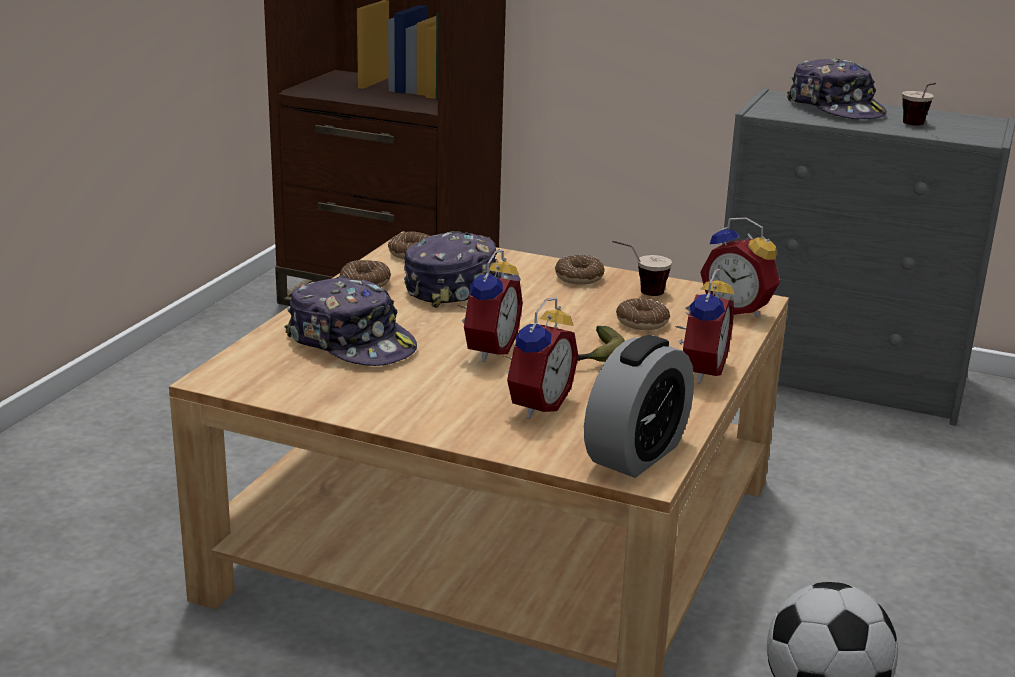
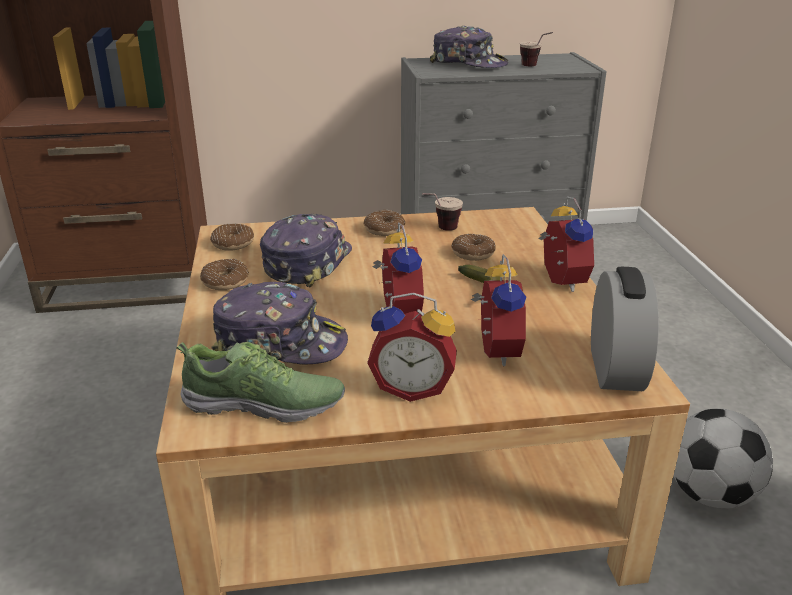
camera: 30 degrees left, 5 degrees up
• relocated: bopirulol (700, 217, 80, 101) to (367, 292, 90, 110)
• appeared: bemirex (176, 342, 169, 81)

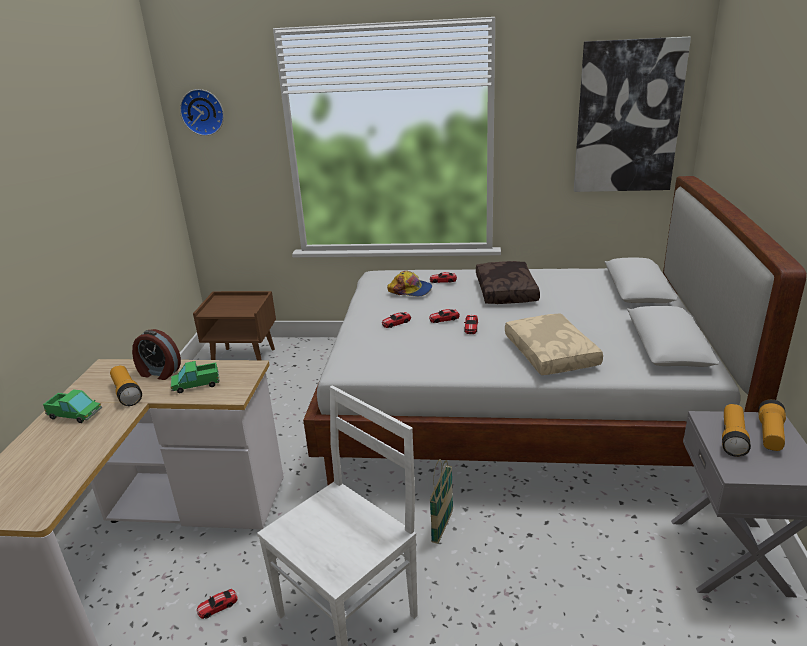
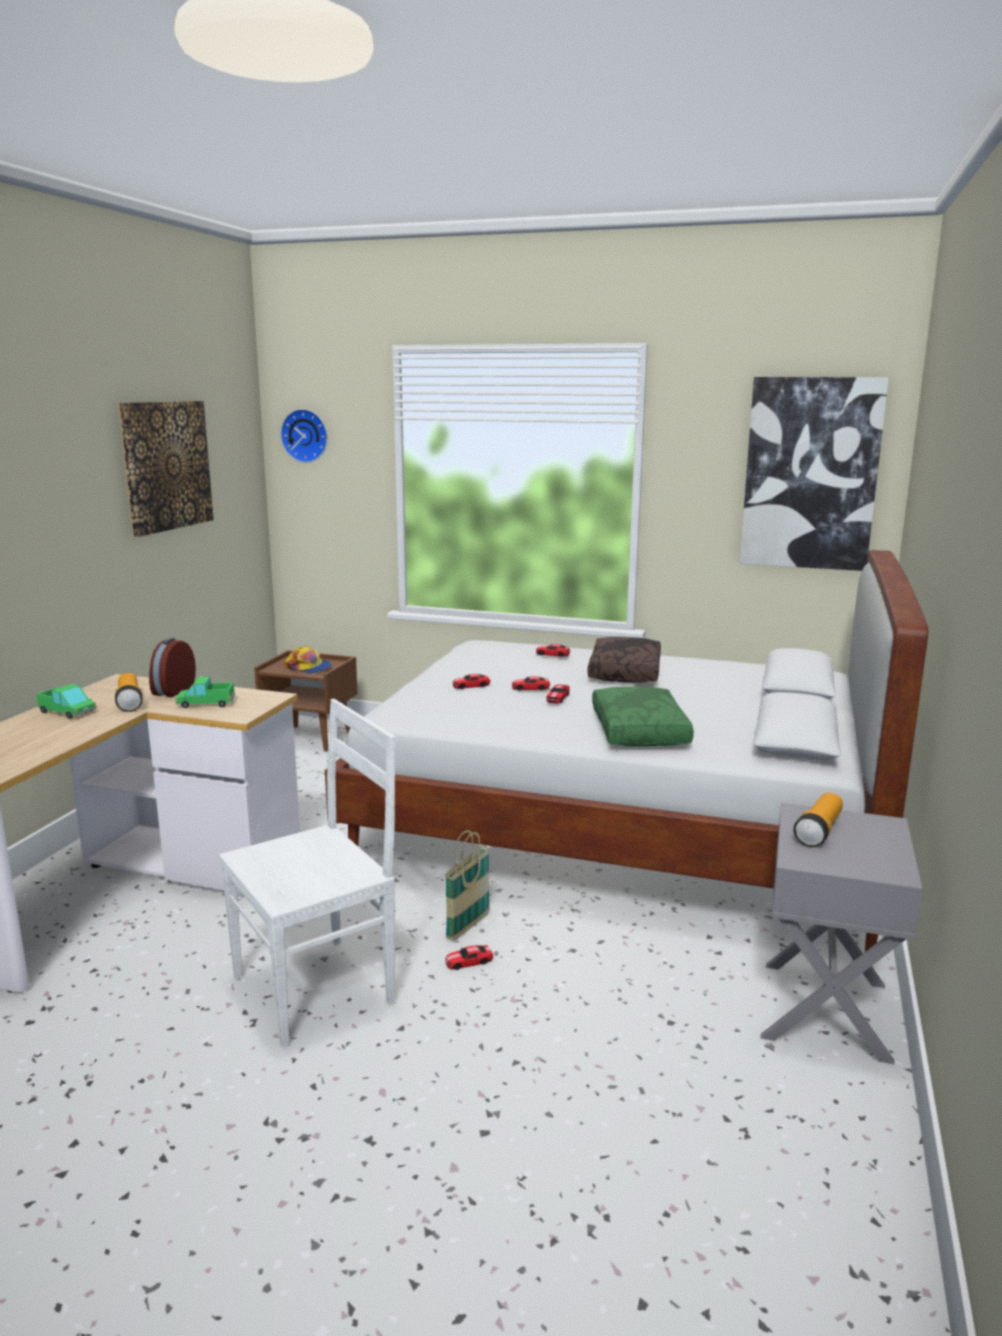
camera: 10 degrees right, 10 degrees down
• spun: bopirulol (132, 329, 49, 51) = (149, 638, 47, 59) 75 degrees clockwise
• relocated: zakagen (197, 589, 41, 30) to (445, 945, 48, 25)
• relocated: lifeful (387, 271, 45, 26) to (284, 646, 48, 28)
• colour: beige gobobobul (505, 314, 98, 61) to green gobobobul (592, 687, 102, 59)
• missing: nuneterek (758, 399, 28, 52)
• appeared: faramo (118, 401, 96, 136)

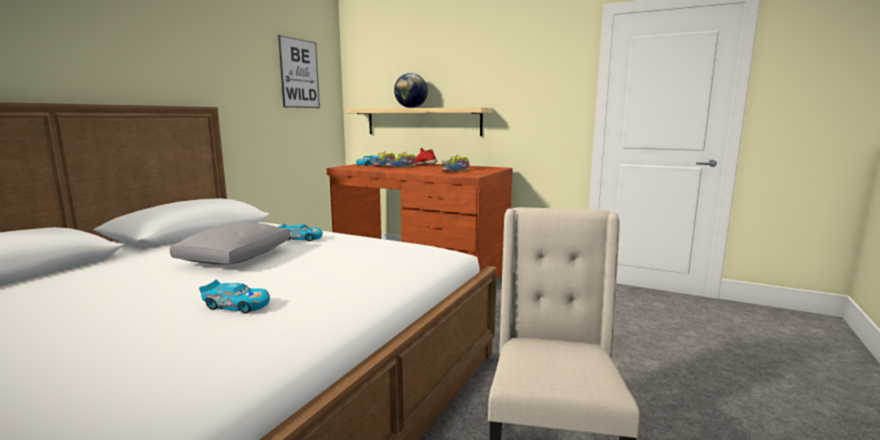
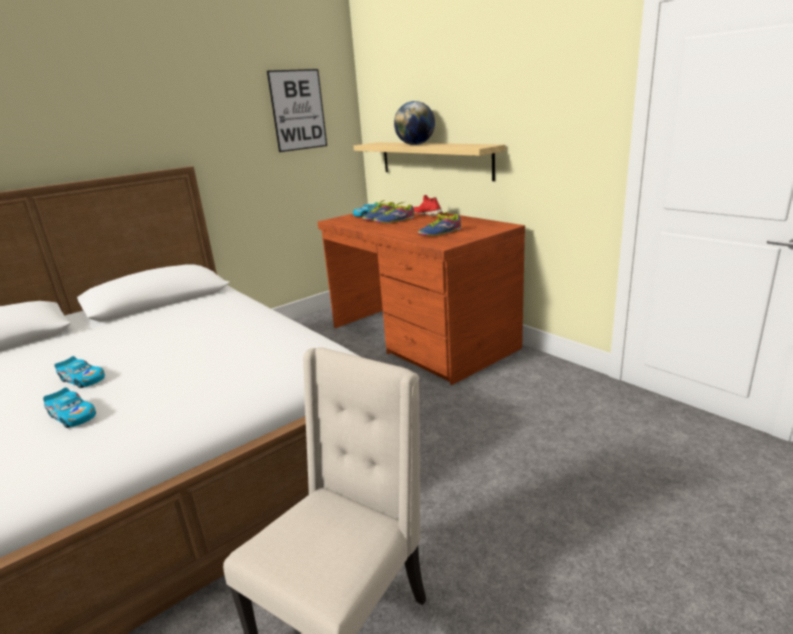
camera: 25 degrees right, 10 degrees up
• missing: grey gobobobul (170, 223, 120, 42)
• relocated: zakagen (278, 223, 45, 19) to (55, 356, 50, 32)

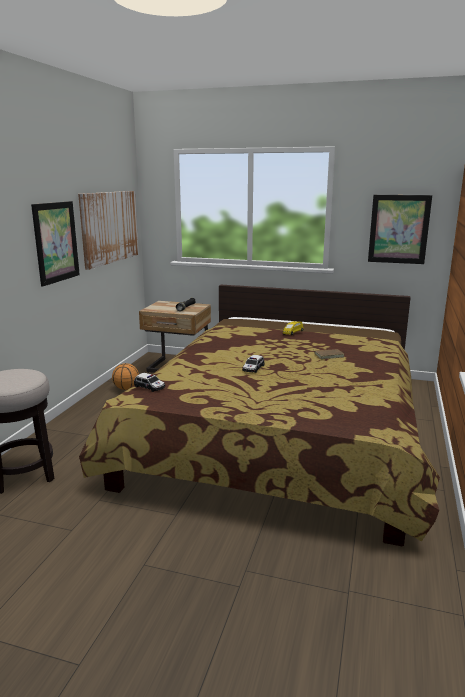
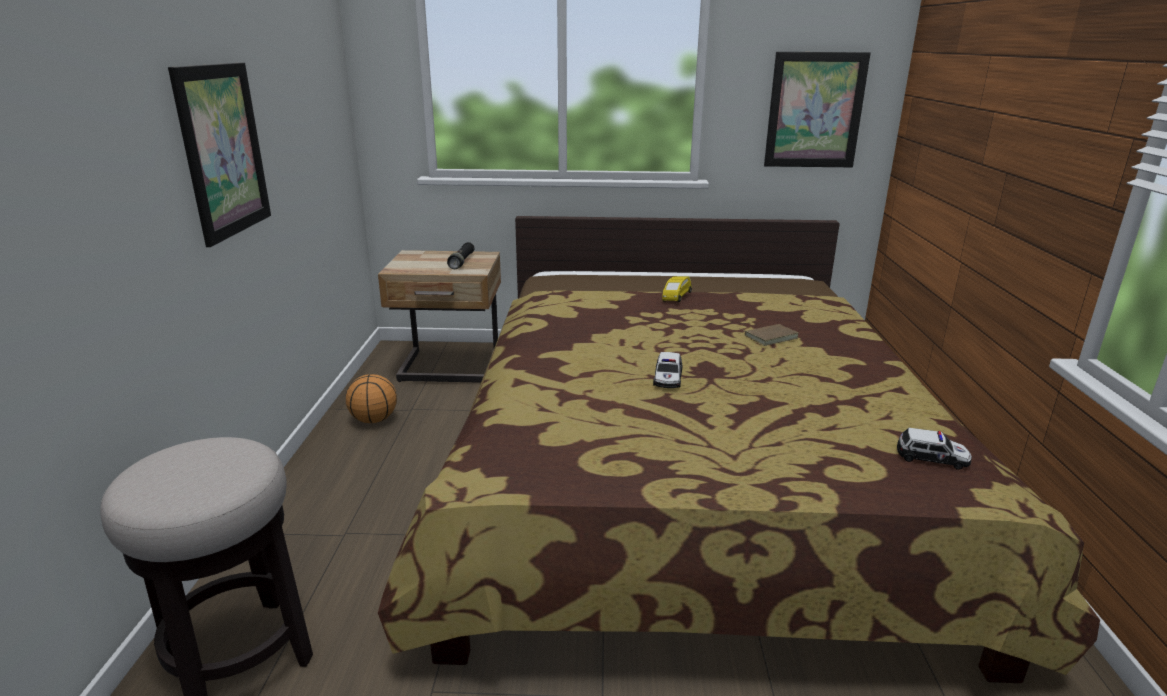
camera: 15 degrees left, 5 degrees up
• missing: faramo (78, 191, 61, 79)
• relocated: zakagen (134, 373, 31, 19) to (897, 428, 75, 42)

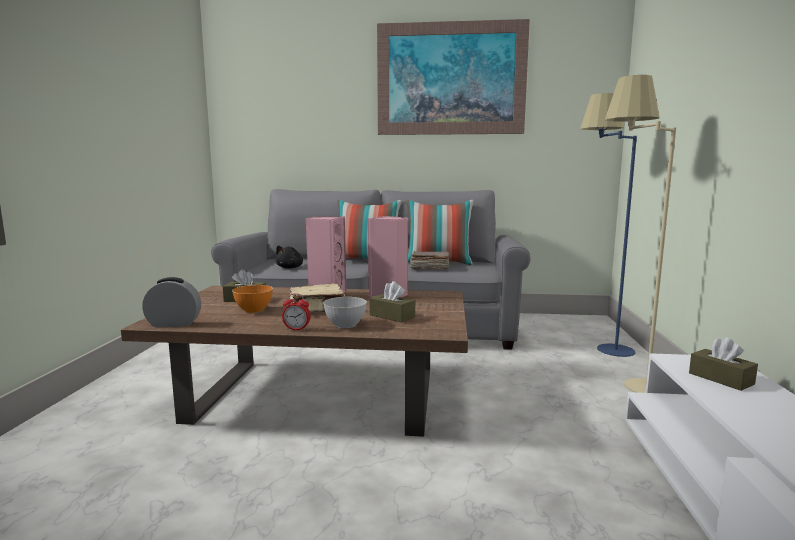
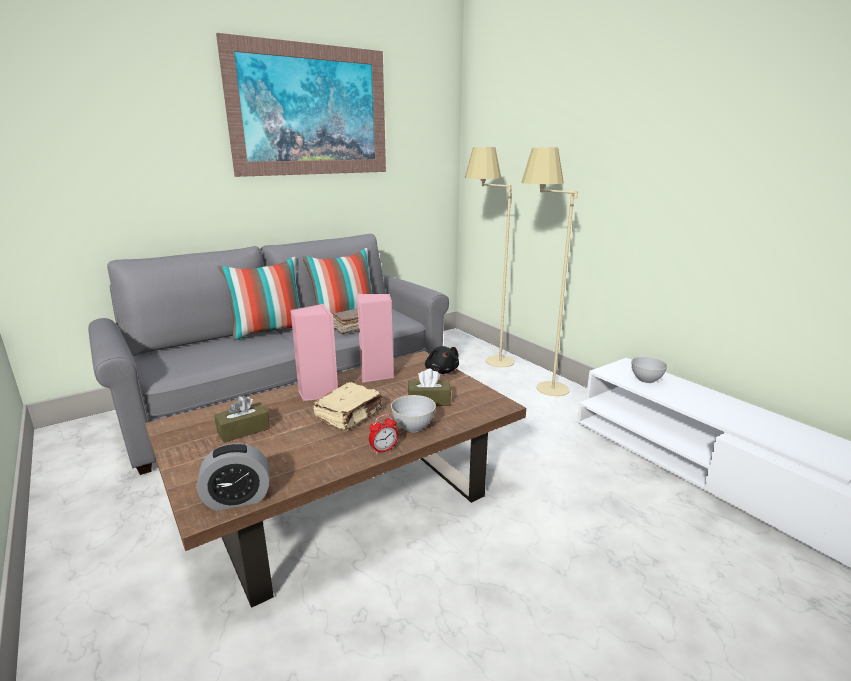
camera: 40 degrees left, 10 degrees up
• spun: bopirulol (142, 277, 59, 50) = (197, 443, 72, 68) 150 degrees counterclockwise
• missing: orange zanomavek (232, 285, 41, 28)
• relocated: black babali (276, 245, 27, 23) to (425, 346, 34, 28)
• colour: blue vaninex (580, 93, 57, 264) to beige vaninex (465, 147, 50, 220)
• exchanged: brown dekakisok (689, 338, 69, 53) to grey zanomavek (632, 357, 36, 26)

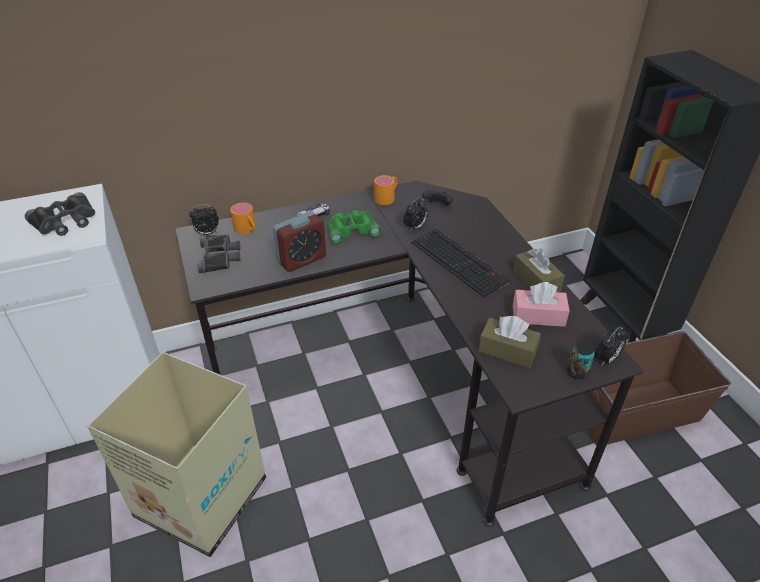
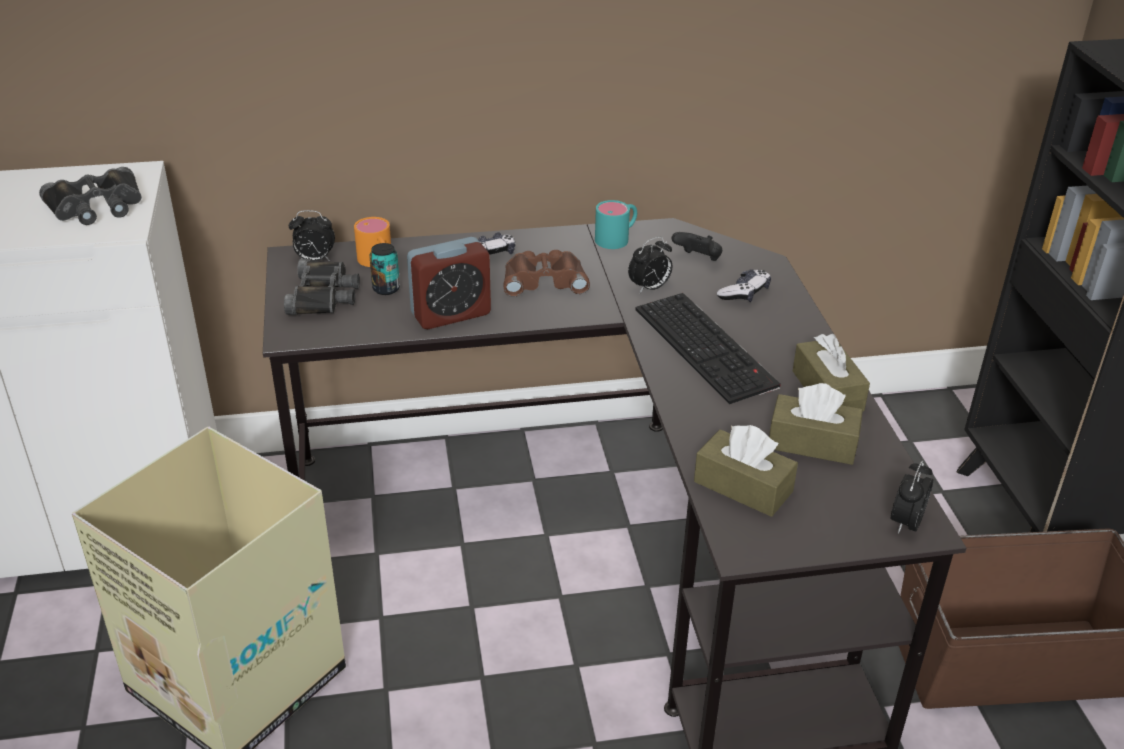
camera: 10 degrees right, 5 degrees down
• colour: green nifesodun (327, 210, 54, 33) to brown nifesodun (503, 250, 87, 47)
• colour: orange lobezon (374, 175, 23, 30) to turquoise lobezon (595, 200, 42, 49)
• colour: pink dekakisok (513, 282, 57, 45) to brown dekakisok (769, 383, 94, 82)
• relocated: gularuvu (567, 342, 28, 37) to (369, 243, 31, 52)
• spun: bopirulol (594, 326, 33, 40) = (891, 460, 42, 74) 150 degrees clockwise
• appeared: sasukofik (717, 270, 54, 32)

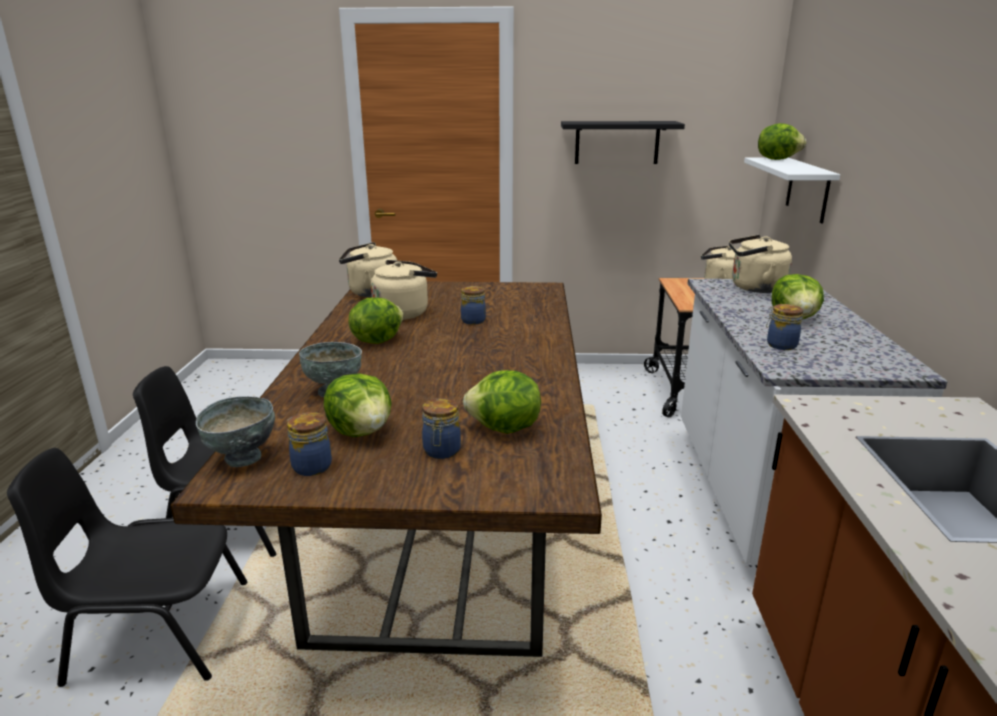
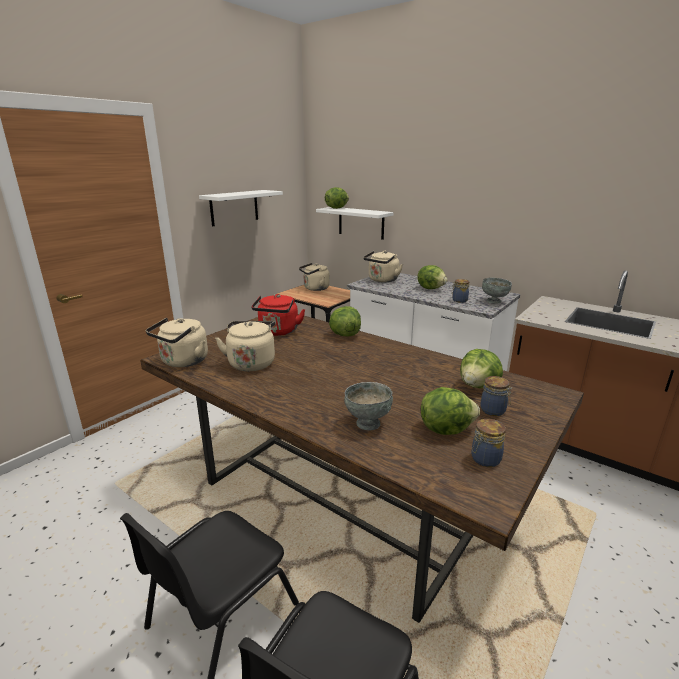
camera: 55 degrees left, 0 degrees up
• relocated: grey zanomavek (196, 396, 79, 71) to (482, 278, 30, 26)
• relocated: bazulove (349, 297, 55, 47) to (329, 306, 32, 31)
• missing: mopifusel (461, 286, 25, 39)
• colour: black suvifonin (561, 121, 124, 43) to white suvifonin (199, 190, 84, 36)
• appeared: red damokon (251, 294, 54, 42)

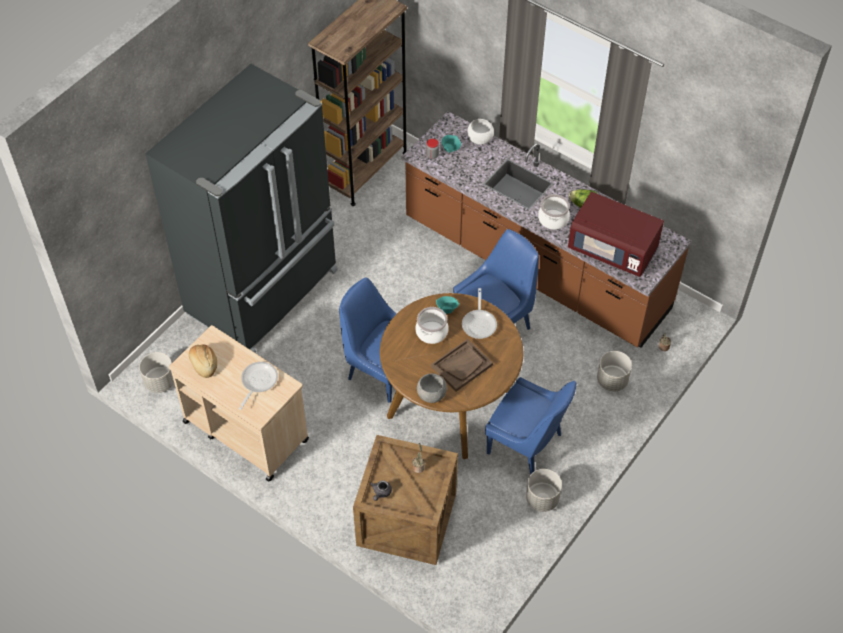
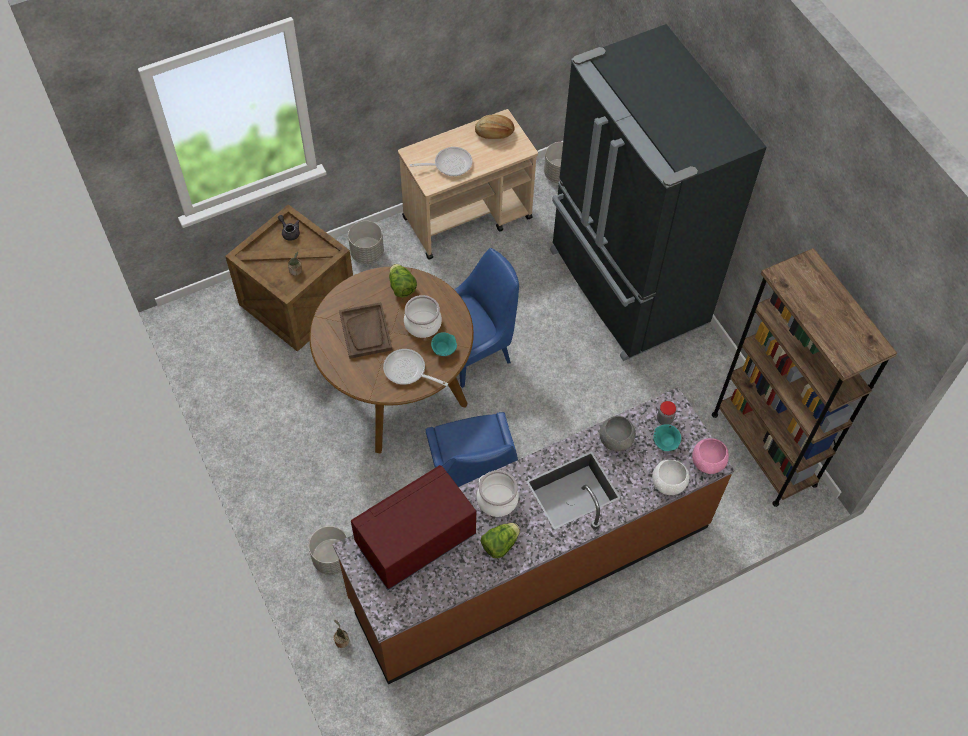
camera: 115 degrees right, 5 degrees up
• spun: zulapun (239, 362, 39, 48) = (409, 147, 64, 29) 60 degrees counterclockwise
• relocated: grey zanomavek (417, 373, 30, 30) to (599, 416, 37, 36)
• missing: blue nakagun (485, 377, 92, 98)
• relocated: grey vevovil (526, 469, 36, 43) to (348, 221, 36, 43)
• appeared: bazulove (389, 264, 28, 33)
• appeared: pink zanomavek (692, 438, 37, 36)

